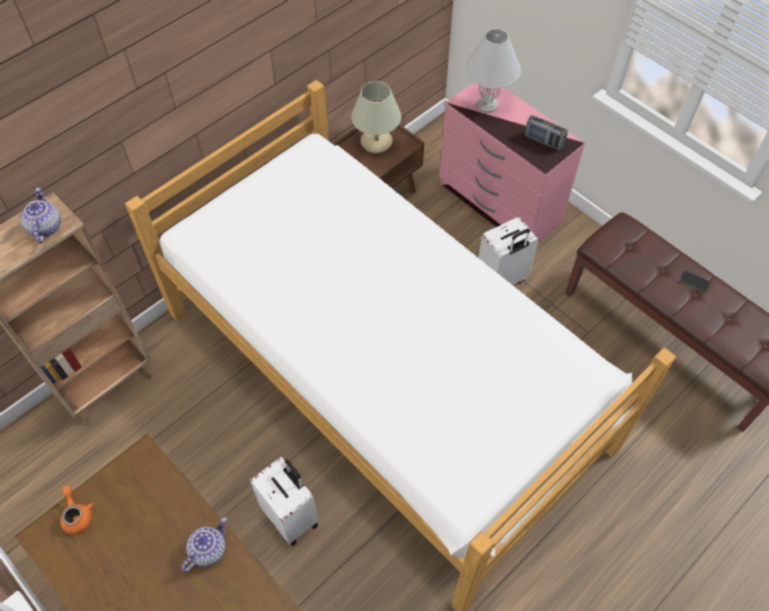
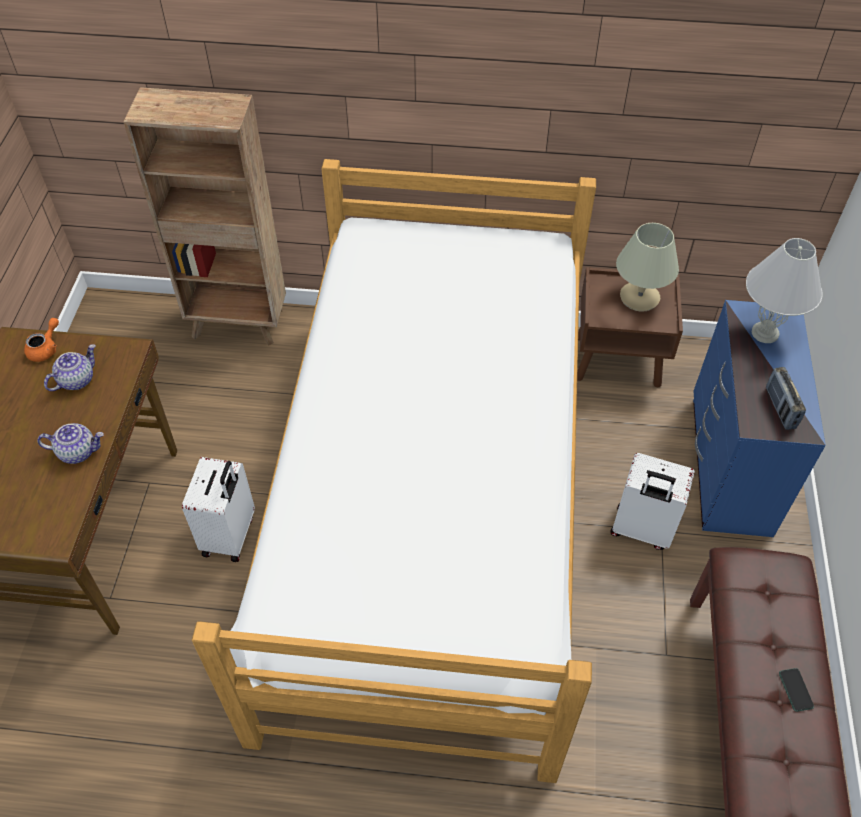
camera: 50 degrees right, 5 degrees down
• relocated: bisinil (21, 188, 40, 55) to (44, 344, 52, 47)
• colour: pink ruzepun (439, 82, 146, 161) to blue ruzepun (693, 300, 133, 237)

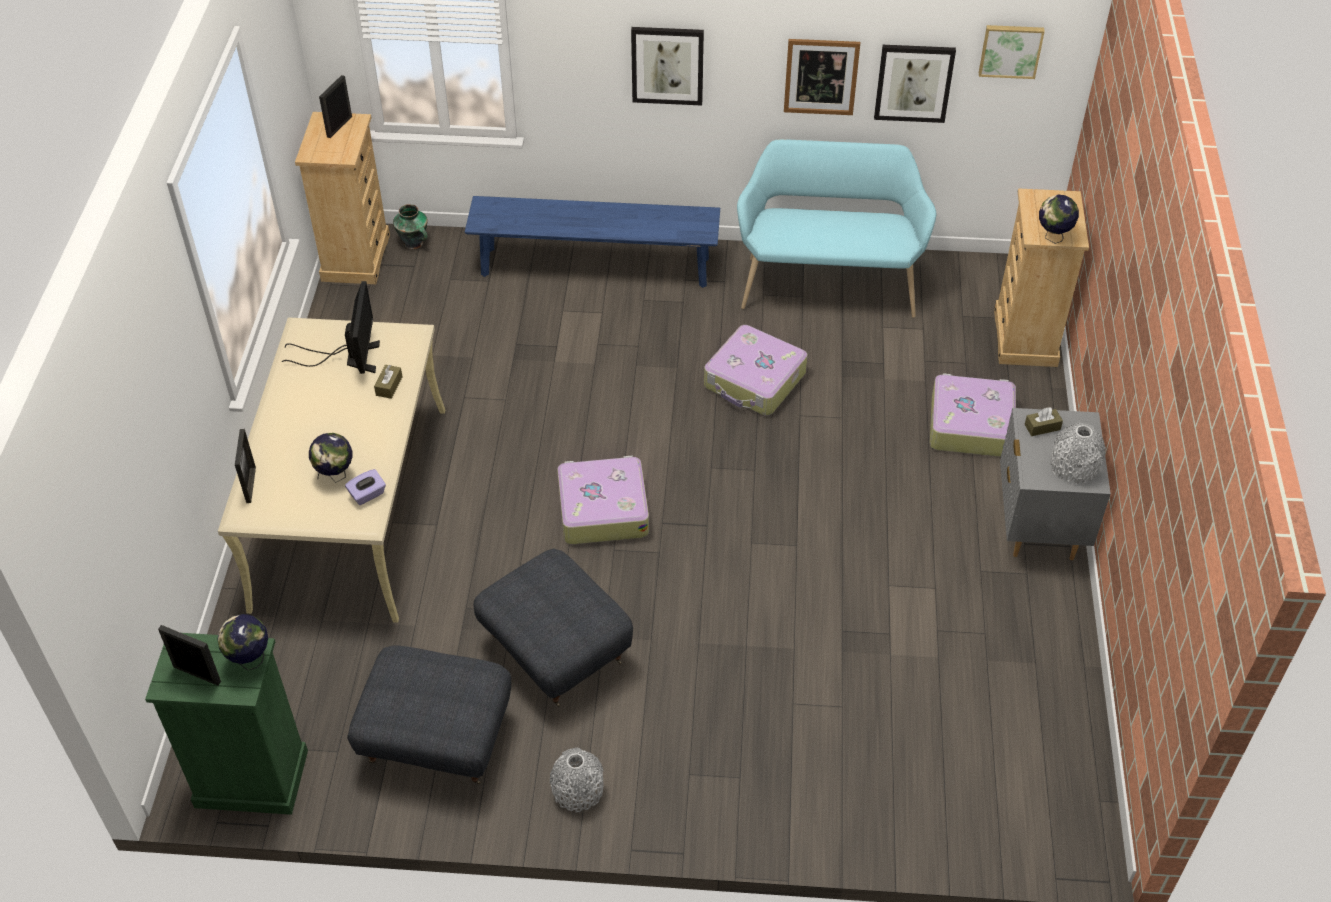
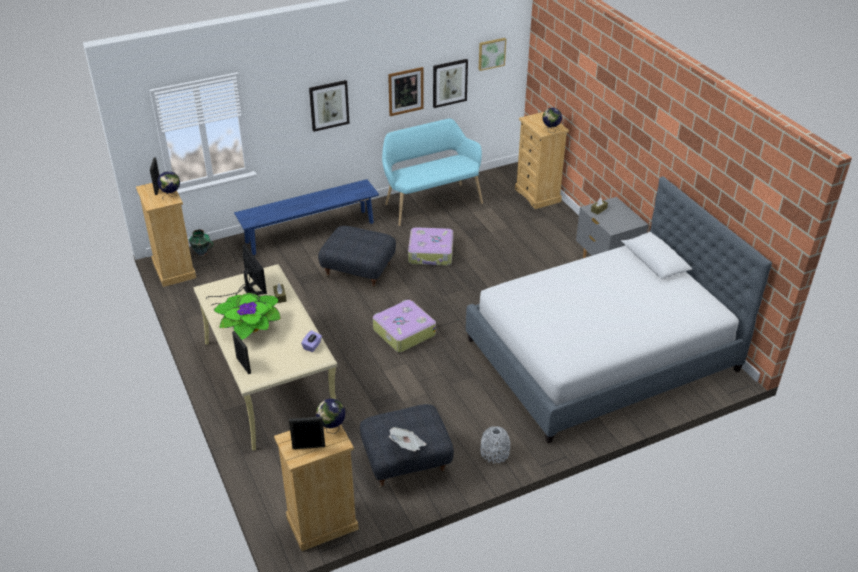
camera: 30 degrees left, 10 degrees down
• colour: green ruzepun (145, 633, 163, 182) to beige ruzepun (274, 424, 85, 127)
• relocated: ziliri (309, 433, 43, 50) to (158, 171, 22, 29)
• relocated: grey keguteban (473, 548, 160, 159) to (318, 226, 78, 62)
• missing: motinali (930, 373, 86, 84)
• missing: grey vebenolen (1050, 423, 56, 61)
• appeared: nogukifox (214, 293, 67, 47)
• appeared: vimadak (389, 427, 37, 25)
• appeared: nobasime (466, 176, 306, 267)

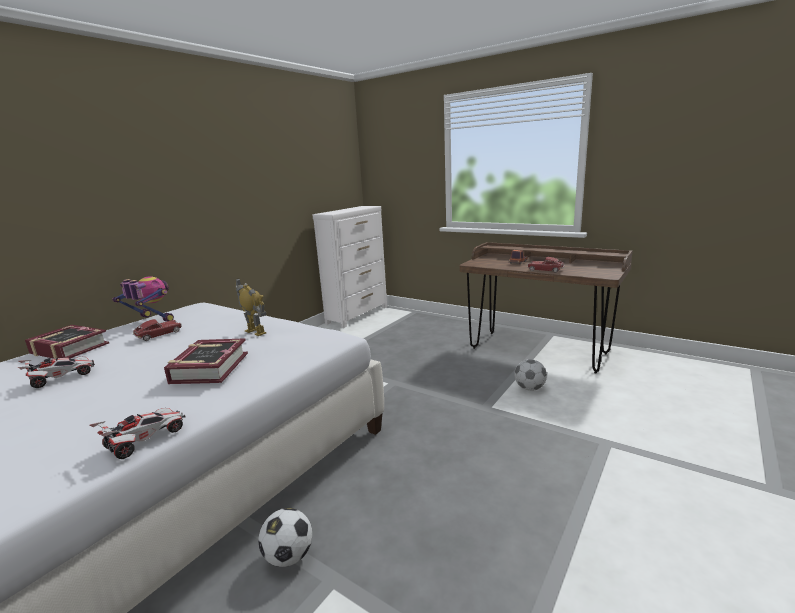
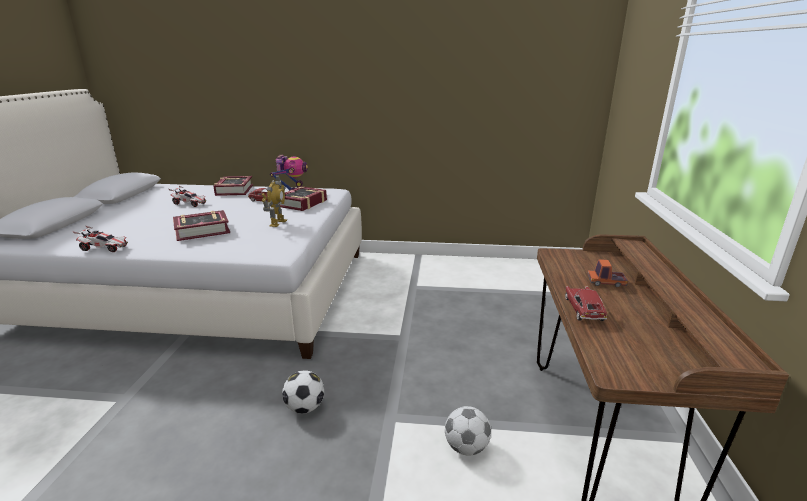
camera: 60 degrees right, 5 degrees up
• relocated: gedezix (258, 508, 54, 59) to (282, 371, 42, 43)
• missing: white ruzepun (312, 206, 75, 122)
• appeared: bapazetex (279, 186, 48, 25)

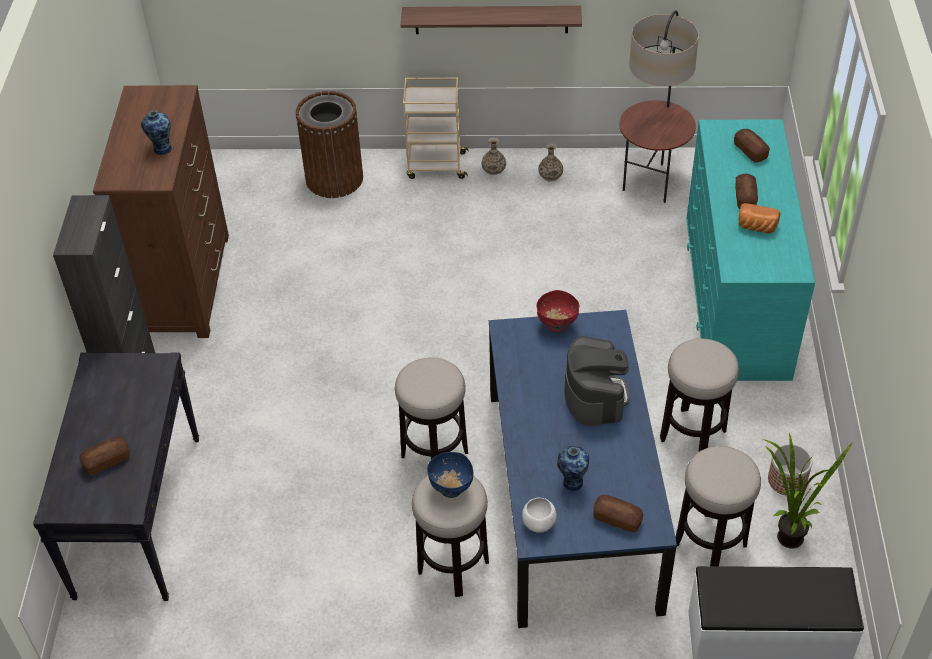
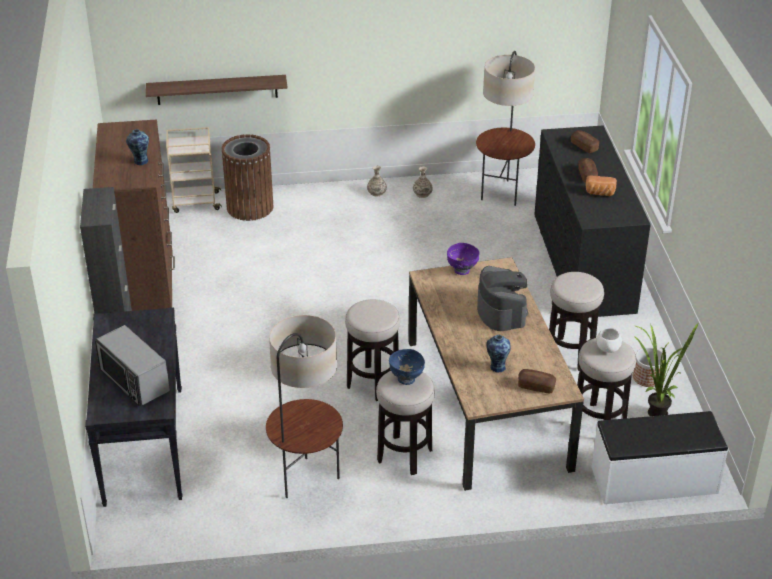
camera: 10 degrees left, 10 degrees down
• exchanged: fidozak (79, 437, 51, 38) to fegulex (95, 325, 75, 81)
• relocated: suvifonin (401, 6, 181, 28) to (146, 75, 142, 30)
• relocated: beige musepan (403, 78, 66, 101) to (166, 127, 56, 86)
• colour: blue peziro (489, 310, 188, 318) to brown peziro (408, 257, 176, 234)
• relocated: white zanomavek (522, 498, 35, 35) to (597, 328, 25, 25)
• colour: red zanomavek (536, 290, 43, 43) to purple zanomavek (447, 243, 32, 32)
• colour: turquoise ruzepun (686, 119, 129, 262) to black ruzepun (534, 126, 117, 192)
• appeared: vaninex (266, 315, 77, 183)

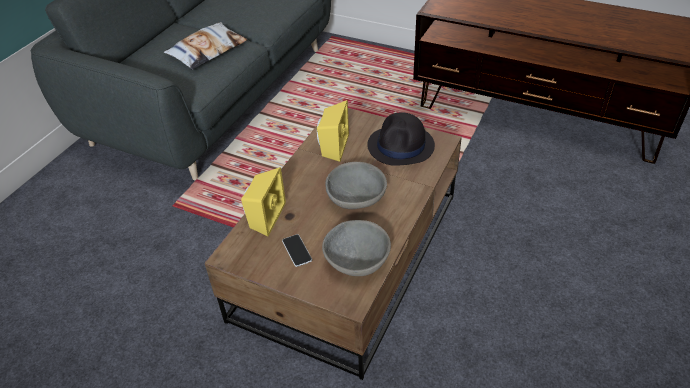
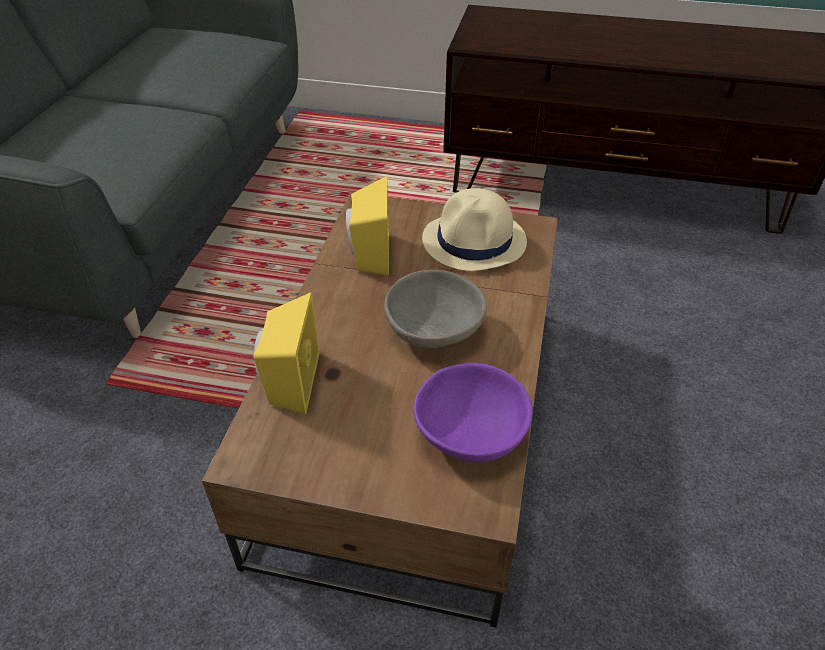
camera: 15 degrees left, 0 degrees up
• missing: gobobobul (164, 22, 83, 48)
• missing: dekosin (282, 234, 30, 33)
• colour: grey zanomavek (322, 220, 69, 56) to purple zanomavek (413, 363, 120, 99)
• colour: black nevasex (367, 112, 68, 54) to beige nevasex (422, 188, 105, 83)

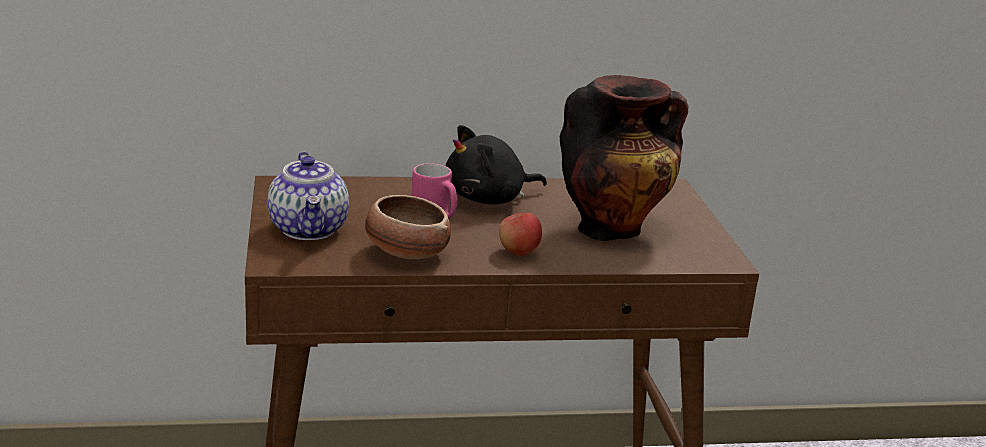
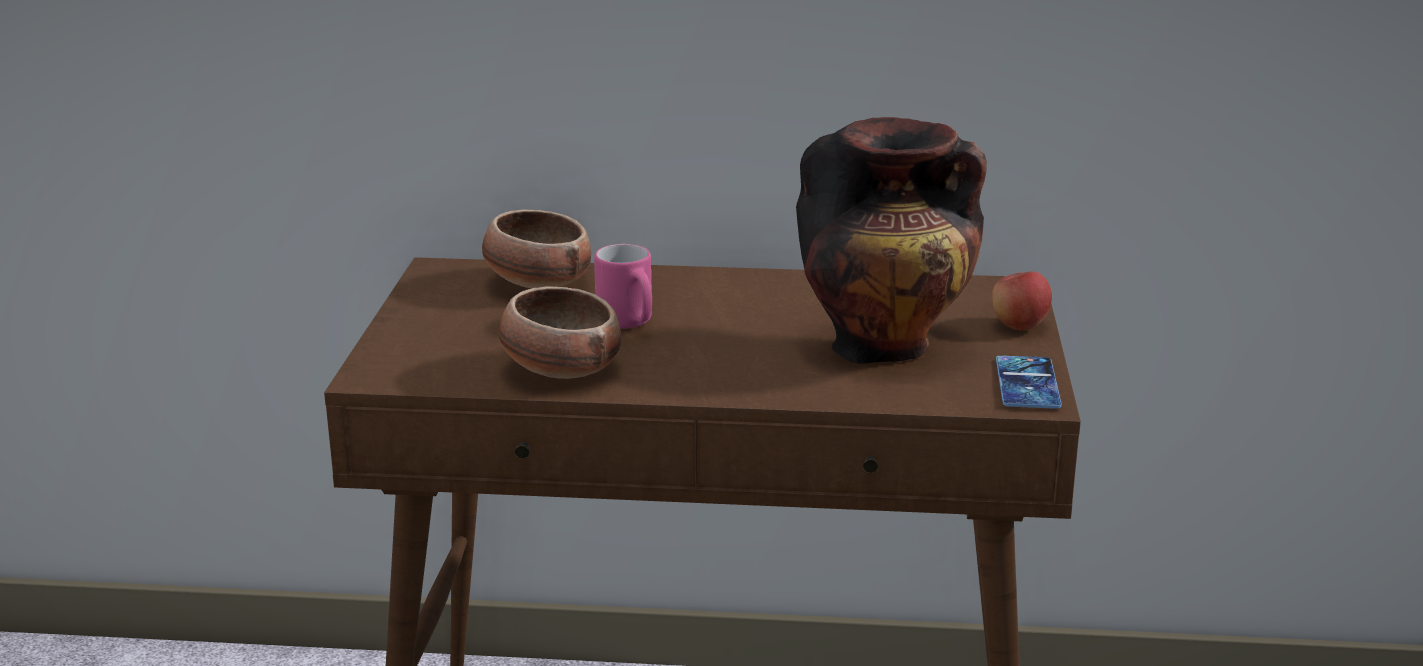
camera: 15 degrees right, 0 degrees up
• missing: bisinil (268, 152, 81, 88)
• missing: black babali (446, 125, 101, 80)
• relocated: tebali (499, 213, 43, 43) to (992, 272, 60, 58)
• appeared: zanomavek (482, 210, 109, 78)
• appeared: dekosin (996, 355, 66, 54)

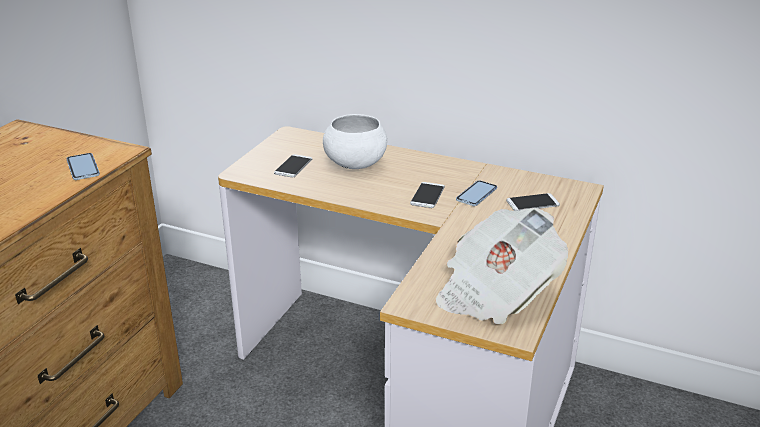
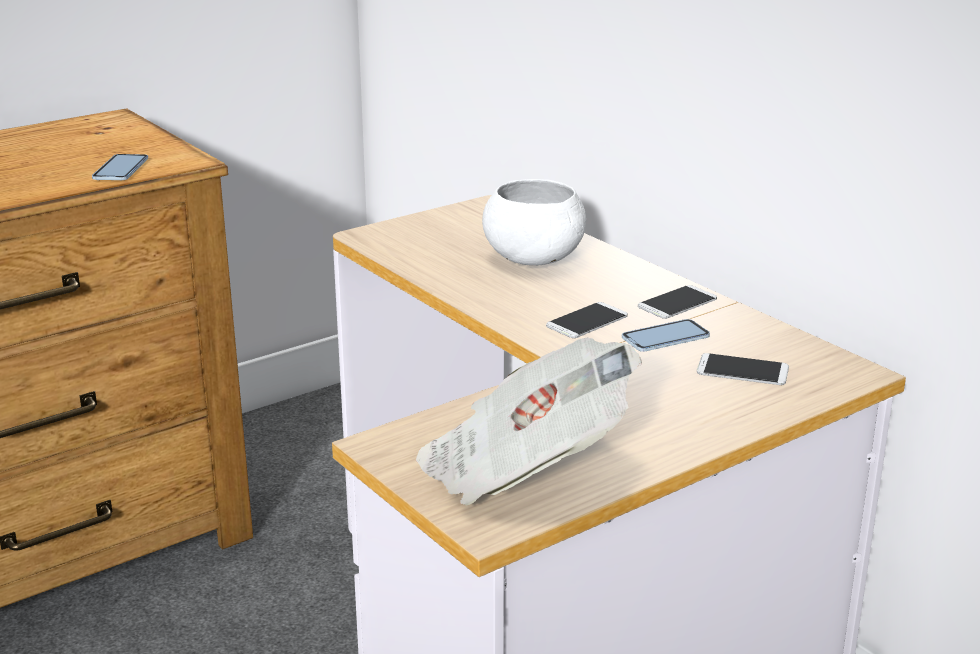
camera: 30 degrees right, 5 degrees down
• relocated: dekosin (274, 154, 38, 24) to (638, 285, 79, 34)

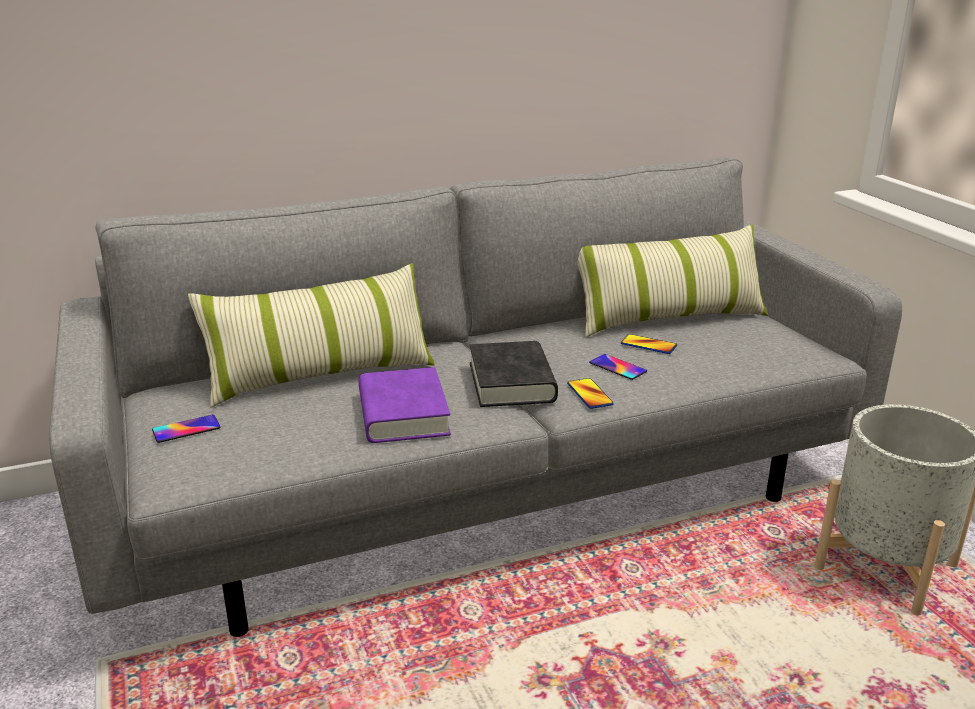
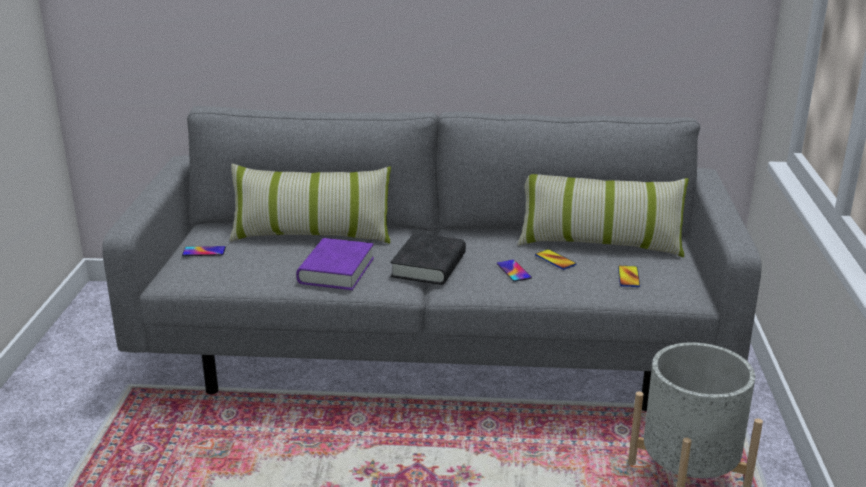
camera: 25 degrees right, 0 degrees up
• relocated: dekosin (567, 378, 47, 31) to (618, 265, 22, 22)

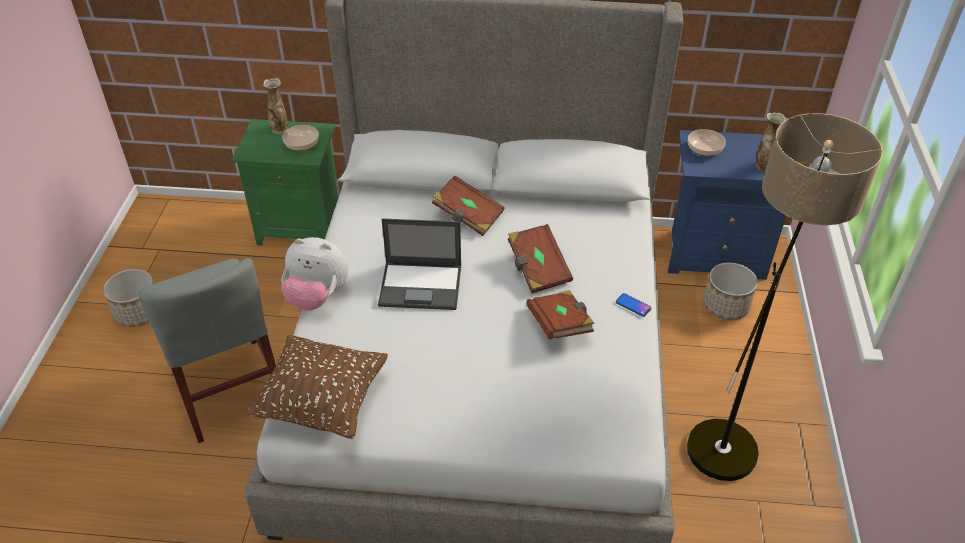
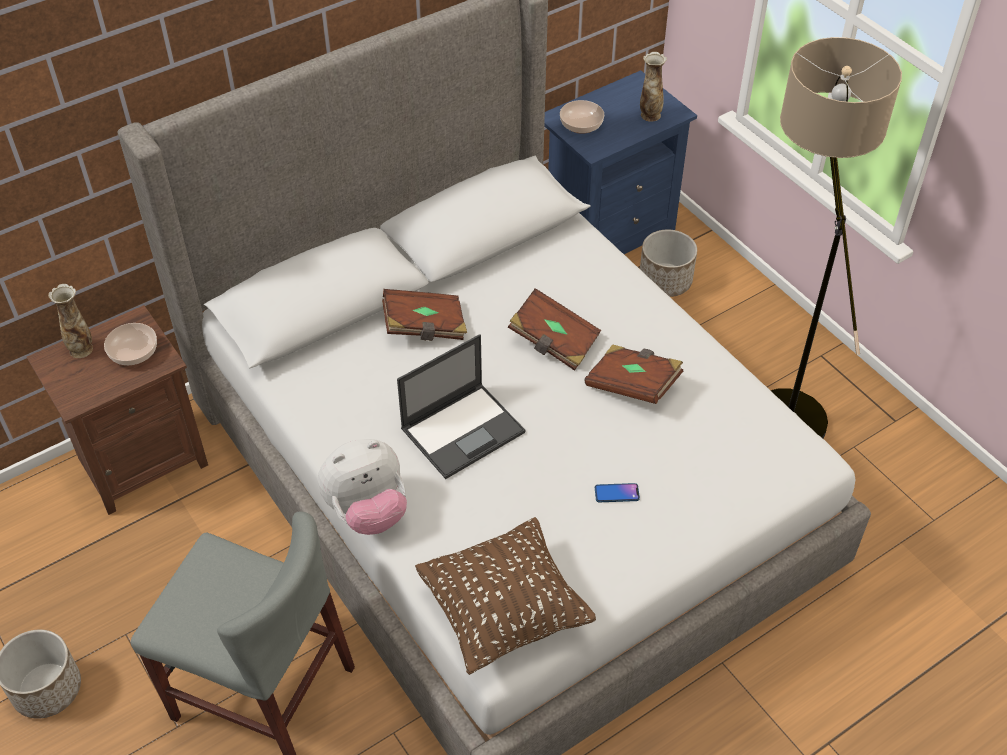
camera: 40 degrees left, 5 degrees up
• colour: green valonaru (232, 119, 107, 127) to brown valonaru (27, 305, 181, 210)
• relocated: dekosin (616, 293, 35, 24) to (595, 483, 45, 19)

